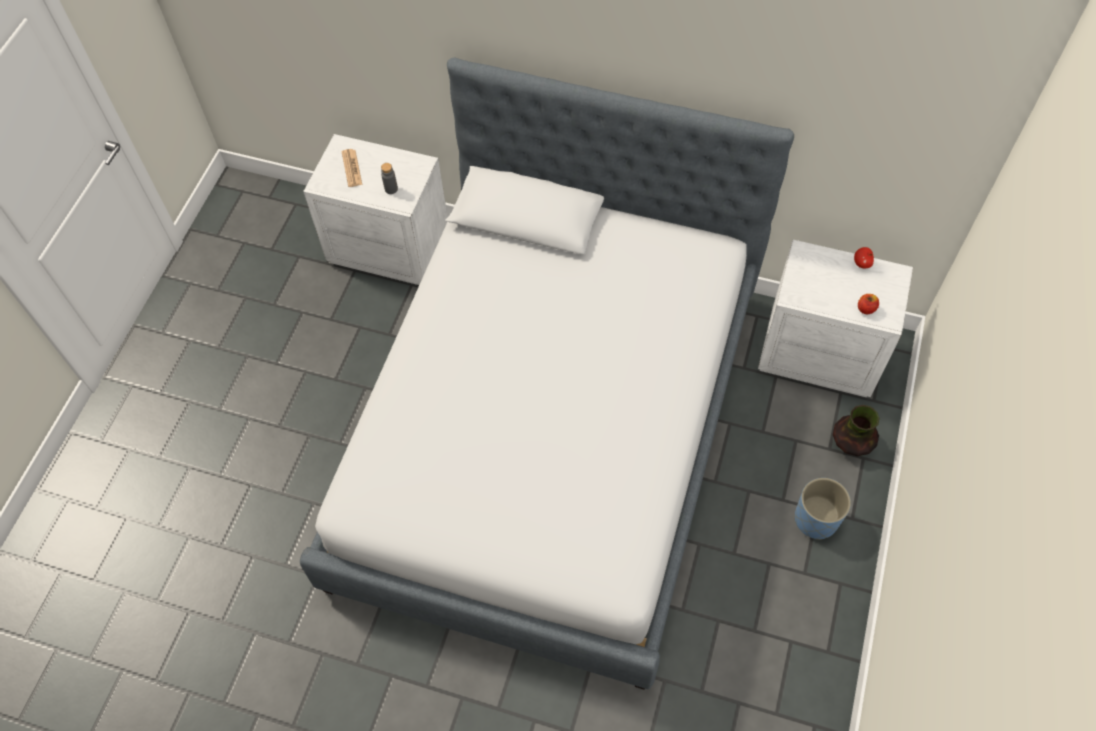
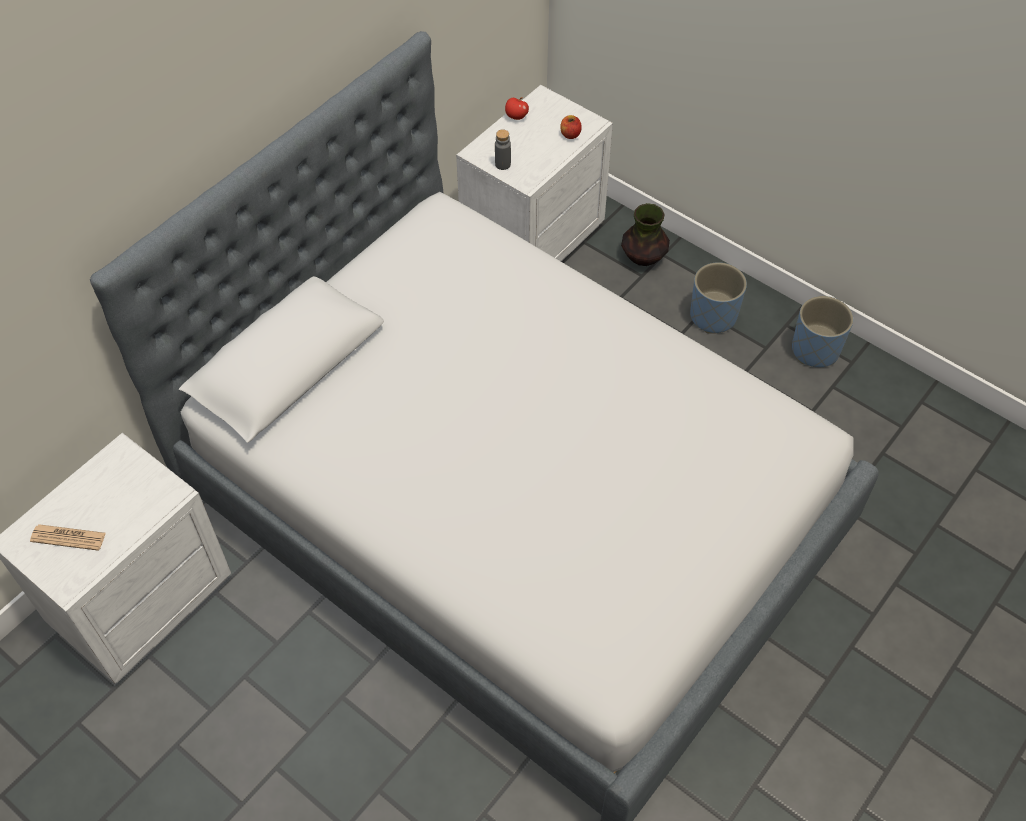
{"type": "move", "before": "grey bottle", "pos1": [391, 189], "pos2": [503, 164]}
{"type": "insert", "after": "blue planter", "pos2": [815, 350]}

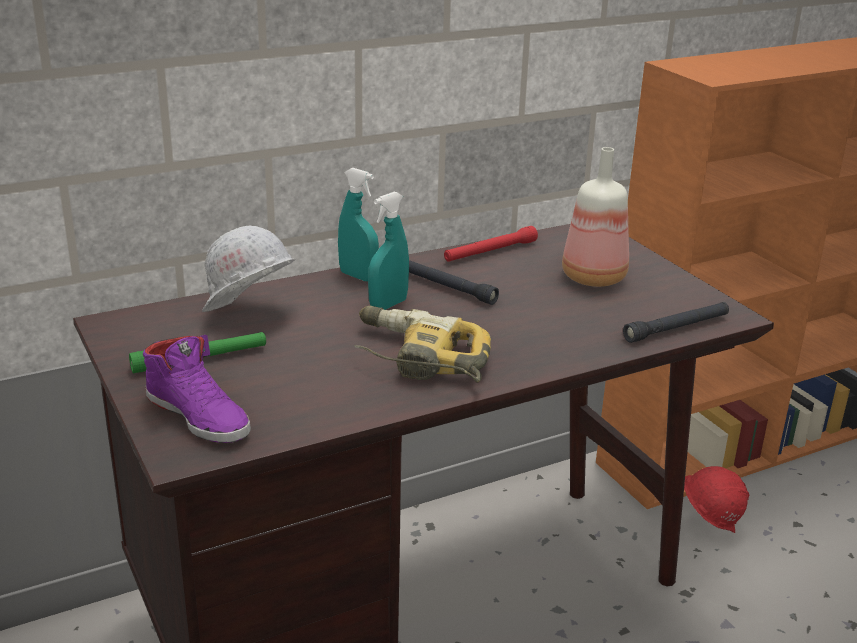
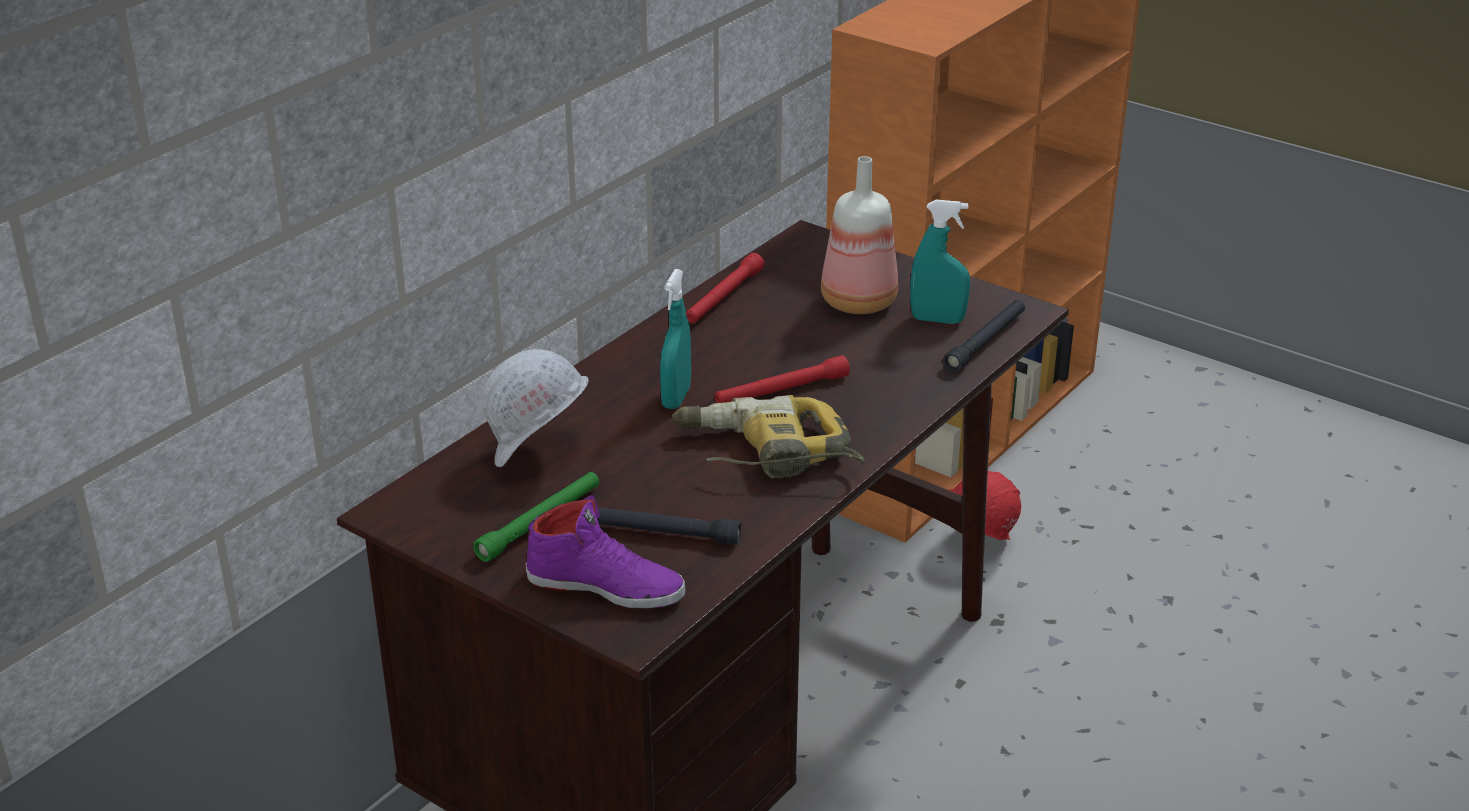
{"type": "move", "before": "black flashlight", "pos1": [445, 287], "pos2": [660, 533]}
{"type": "insert", "after": "red flashlight", "pos2": [781, 391]}
{"type": "move", "before": "turquoise spray bottle", "pos1": [358, 276], "pos2": [937, 320]}

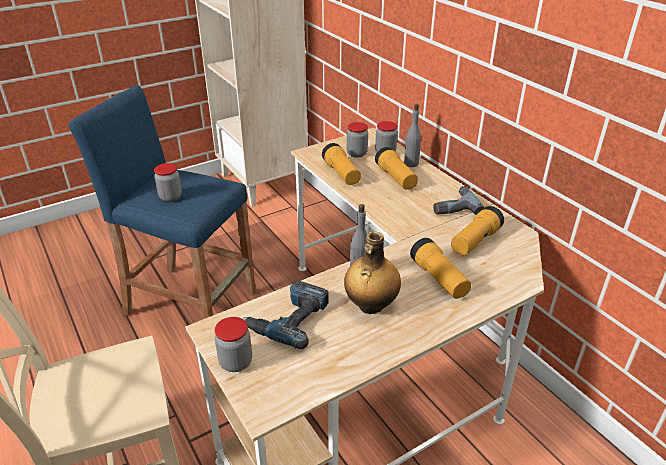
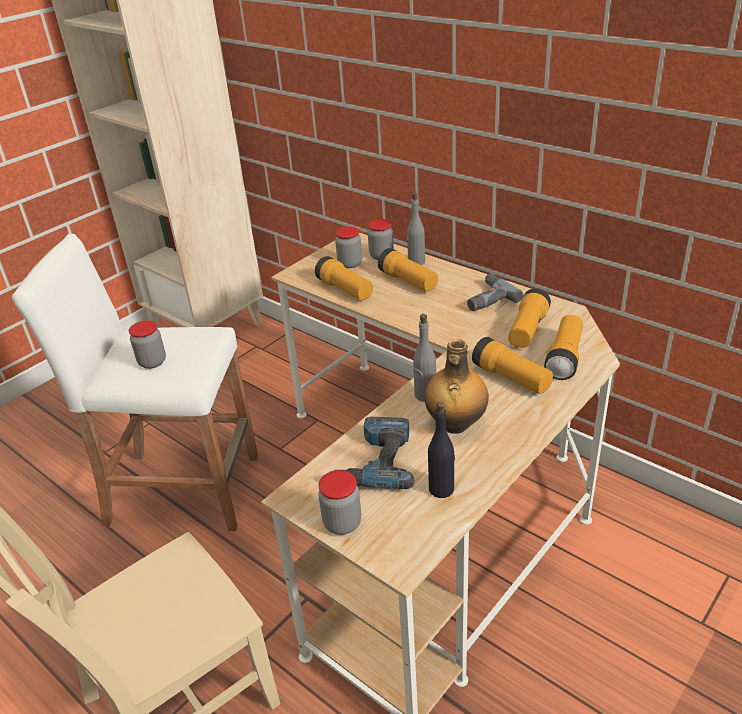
{"type": "recolor", "before": "blue stool", "after": "white stool", "pos1": [191, 303], "pos2": [184, 489]}
{"type": "insert", "after": "black bottle", "pos2": [441, 489]}
{"type": "insert", "after": "flashlight", "pos2": [564, 357]}

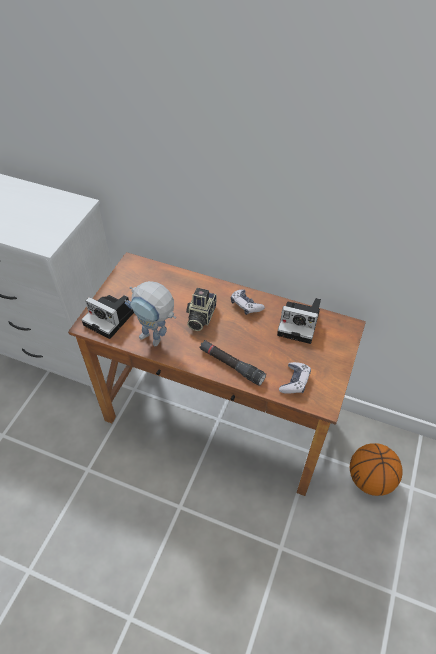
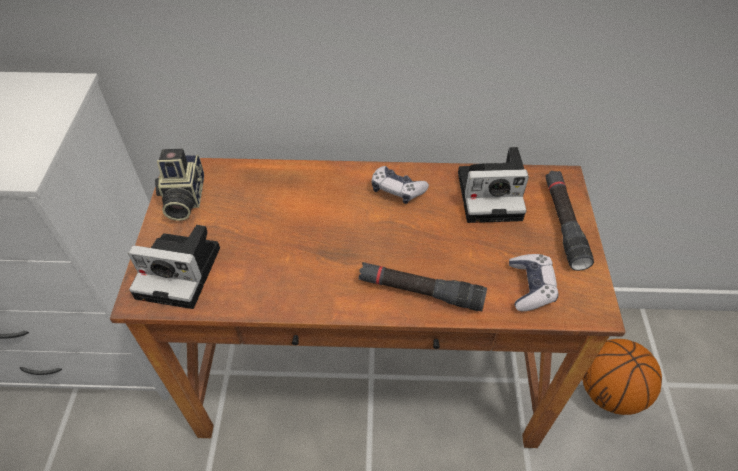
{"type": "move", "before": "photo camera", "pos1": [200, 317], "pos2": [183, 198]}
{"type": "insert", "after": "black flashlight", "pos2": [563, 224]}
{"type": "delete", "before": "toy robot", "pos1": [157, 340]}

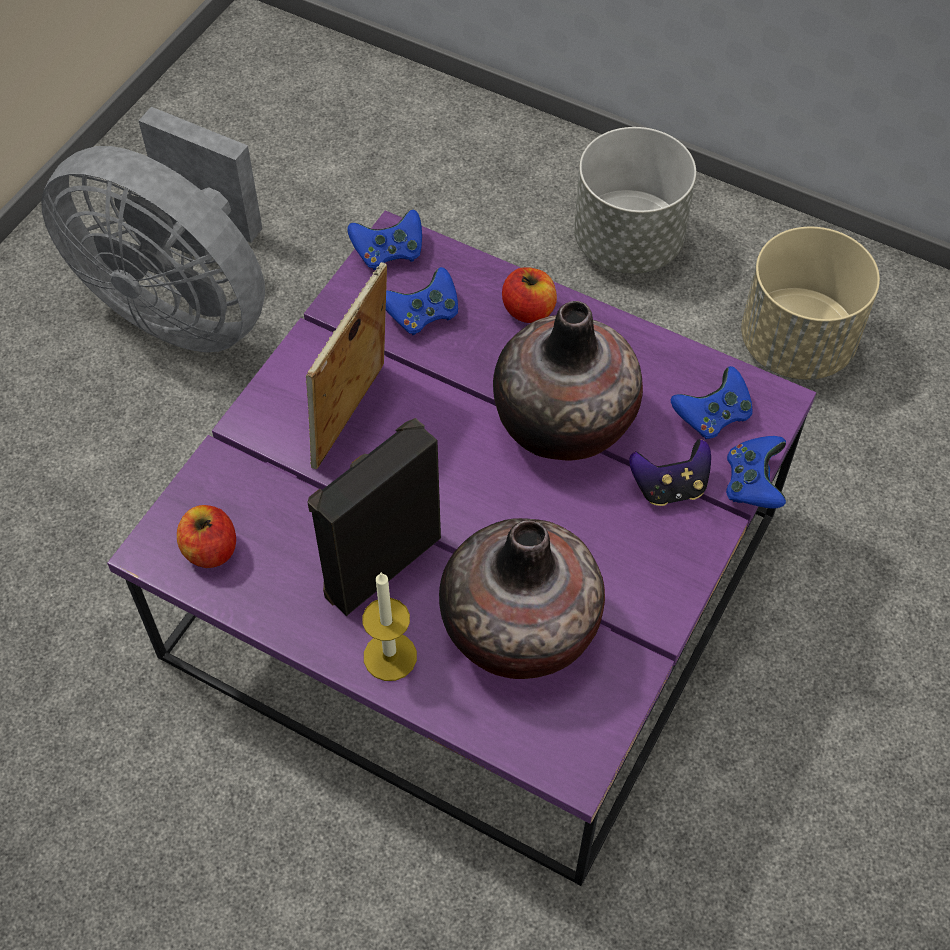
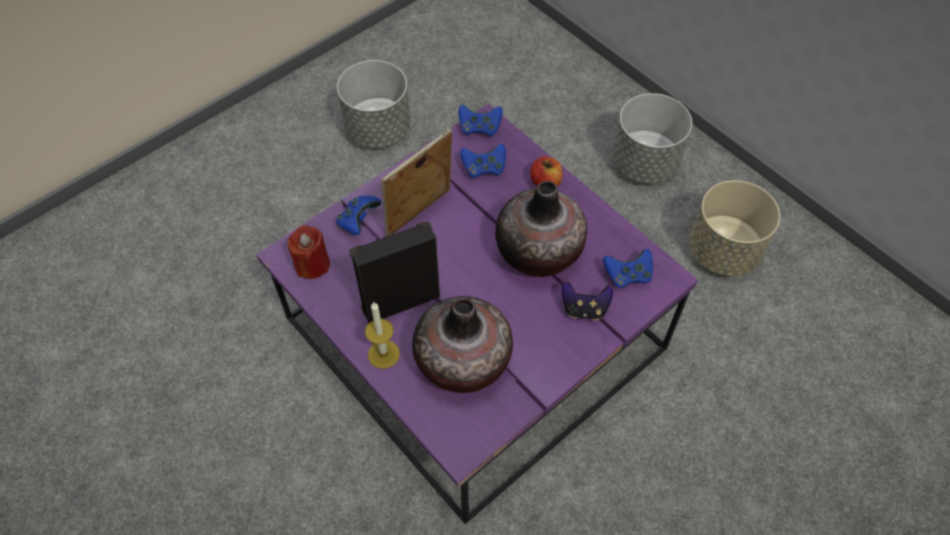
{"type": "replace", "before": "apple", "after": "red candle", "pos1": [210, 550], "pos2": [312, 264]}
{"type": "move", "before": "blue game controller", "pos1": [752, 484], "pos2": [358, 221]}
{"type": "replace", "before": "grey fan", "after": "grey planter", "pos1": [184, 305], "pos2": [378, 129]}

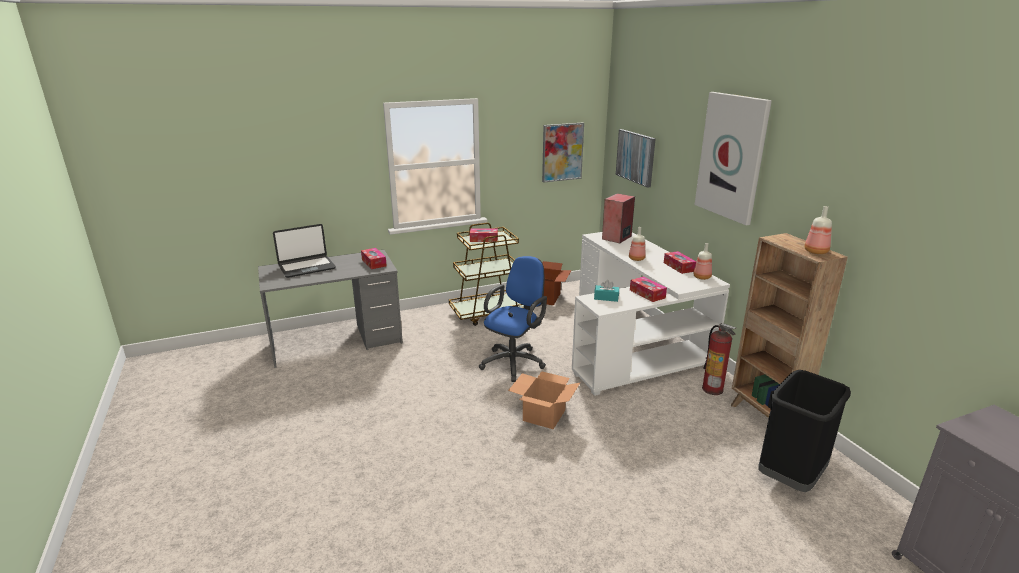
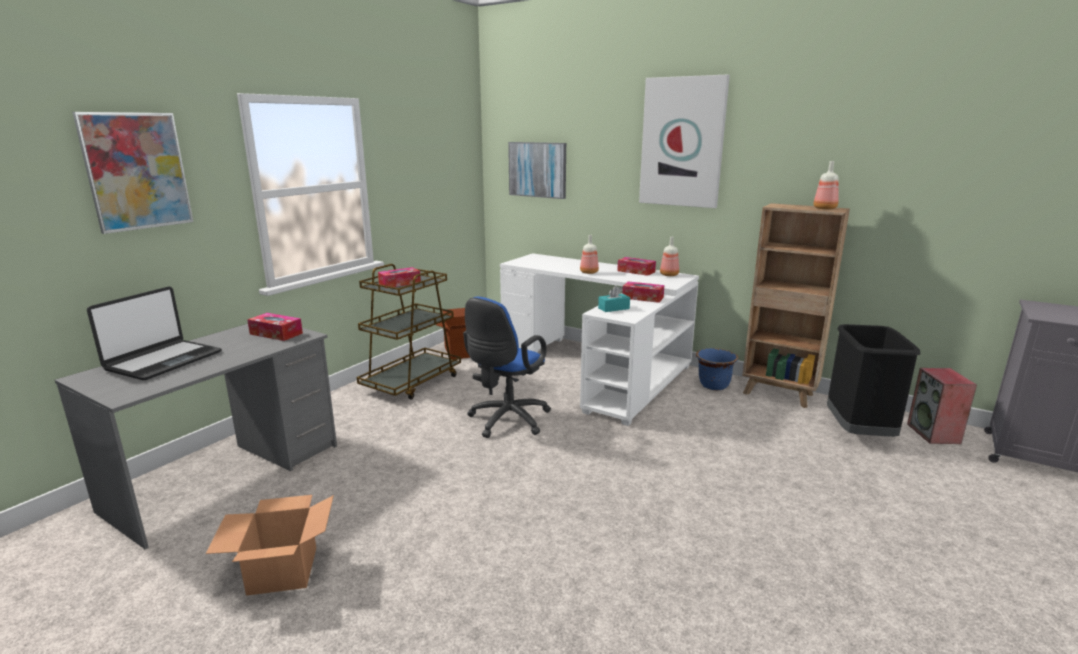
{"type": "move", "before": "picture", "pos1": [562, 152], "pos2": [136, 171]}
{"type": "move", "before": "cardboard box", "pos1": [544, 416], "pos2": [283, 571]}
{"type": "rotate", "before": "blue office chair", "pos1": [514, 362], "pos2": [506, 421], "turn": -150}
{"type": "replace", "before": "fire extinguisher", "after": "blue planter", "pos1": [713, 389], "pos2": [714, 386]}
{"type": "move", "before": "speaker", "pos1": [617, 238], "pos2": [934, 434]}

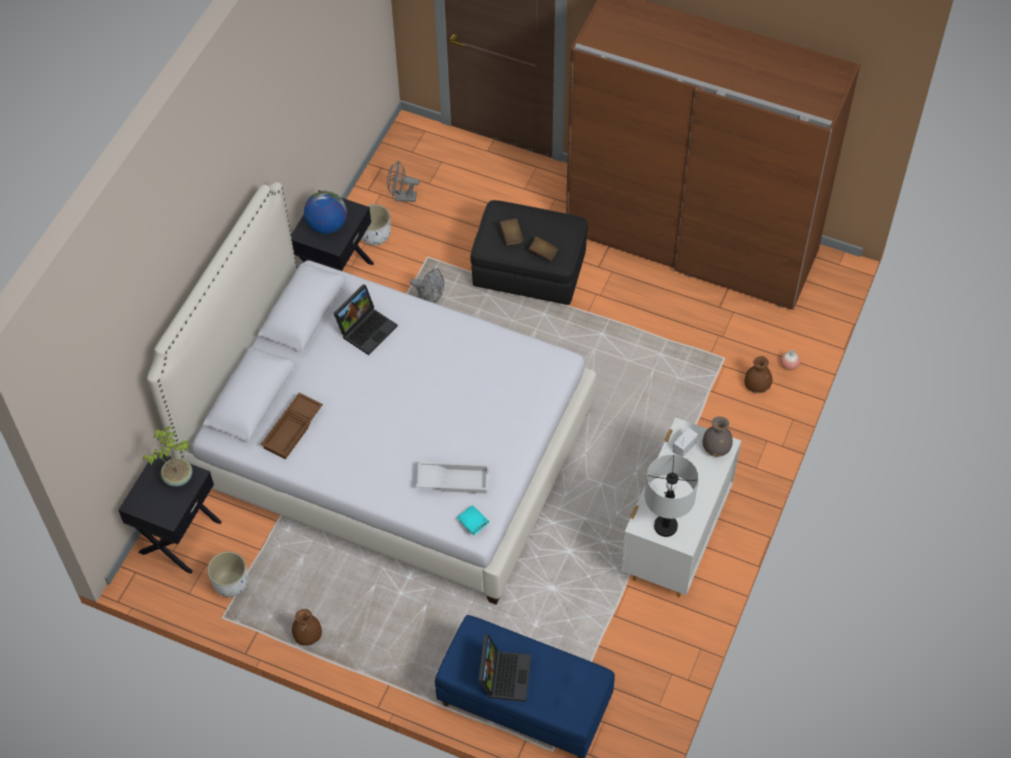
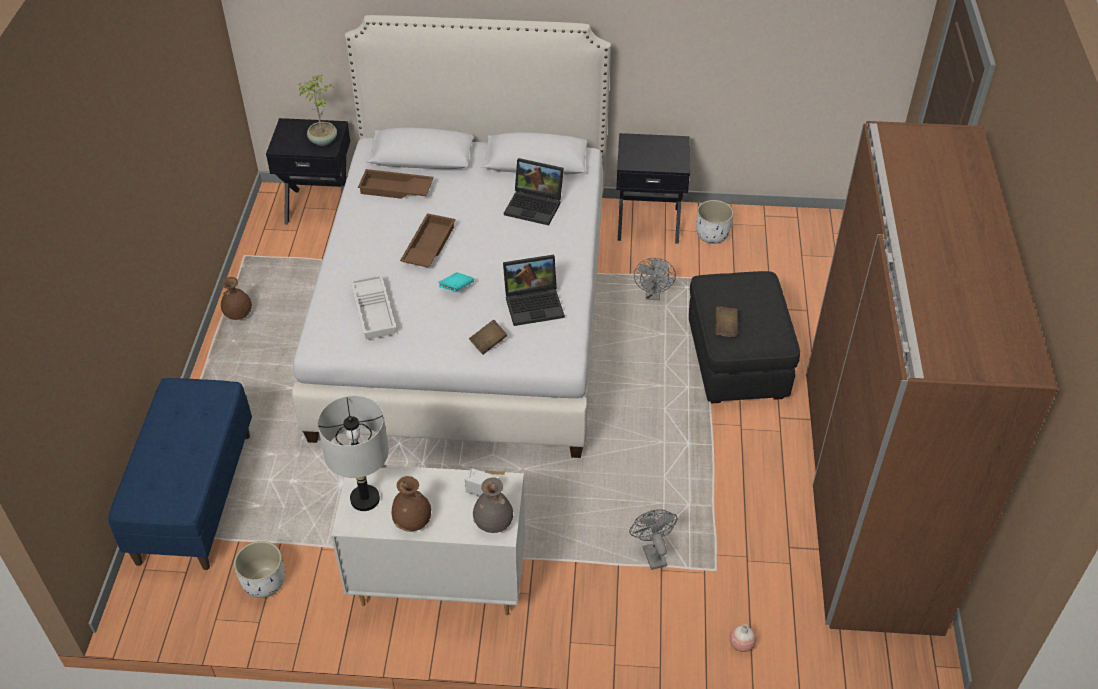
{"type": "move", "before": "white planter", "pos1": [231, 583], "pos2": [265, 582]}
{"type": "move", "before": "brown vase", "pos1": [757, 386], "pos2": [413, 522]}
{"type": "insert", "after": "brown tray", "pos2": [428, 246]}
{"type": "move", "before": "turquoise book", "pos1": [473, 524], "pos2": [456, 288]}
{"type": "move", "before": "brown book", "pos1": [511, 236], "pos2": [488, 343]}
{"type": "move", "before": "laptop", "pos1": [504, 674], "pos2": [535, 303]}
{"type": "move", "before": "grey fan", "pos1": [402, 197], "pos2": [652, 552]}
{"type": "delete", "before": "globe", "pos1": [327, 225]}

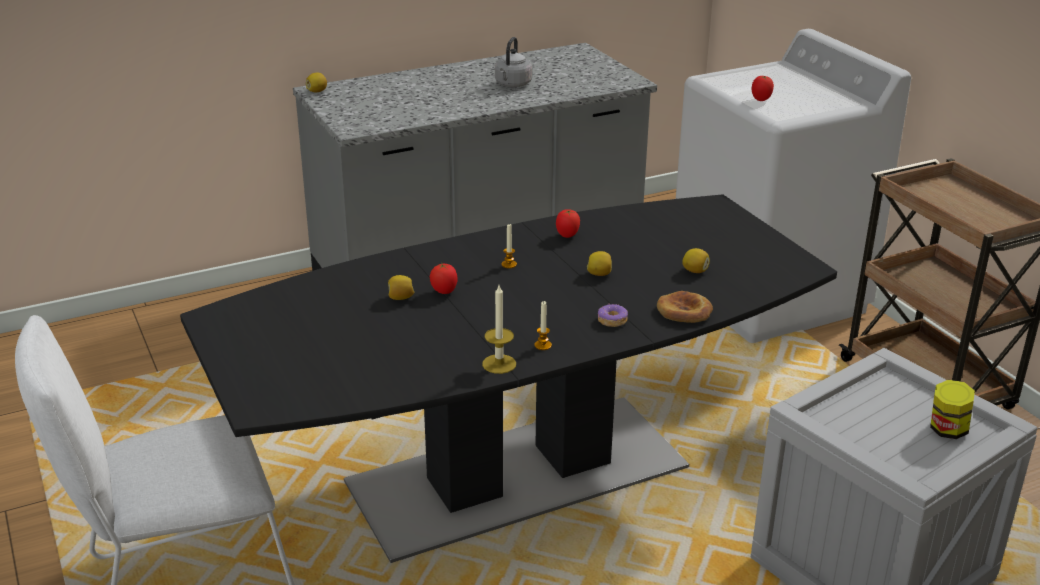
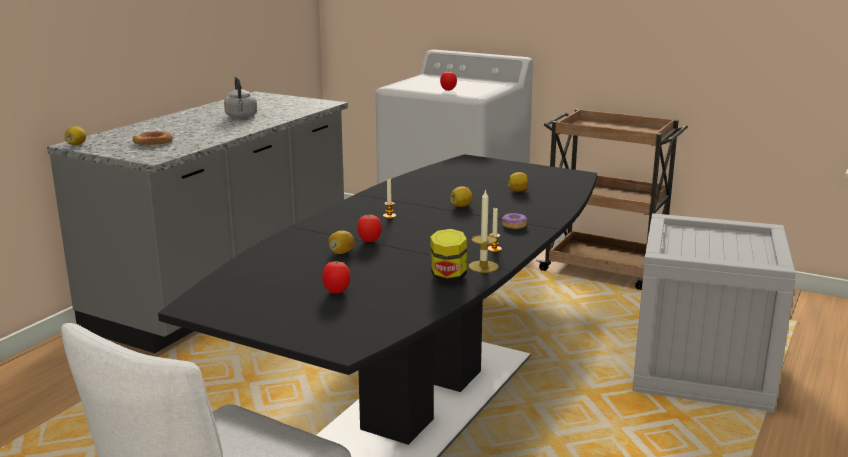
{"type": "move", "before": "bread", "pos1": [684, 311], "pos2": [153, 142]}
{"type": "move", "before": "tomato", "pos1": [567, 236], "pos2": [336, 291]}
{"type": "move", "before": "jar", "pos1": [947, 430], "pos2": [448, 277]}

